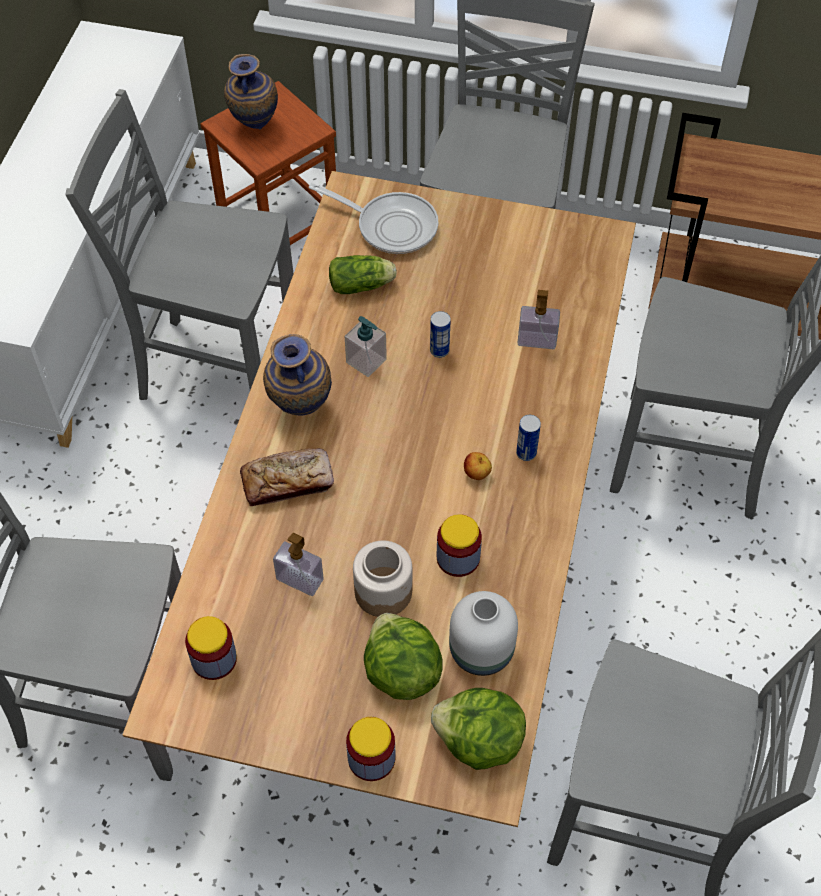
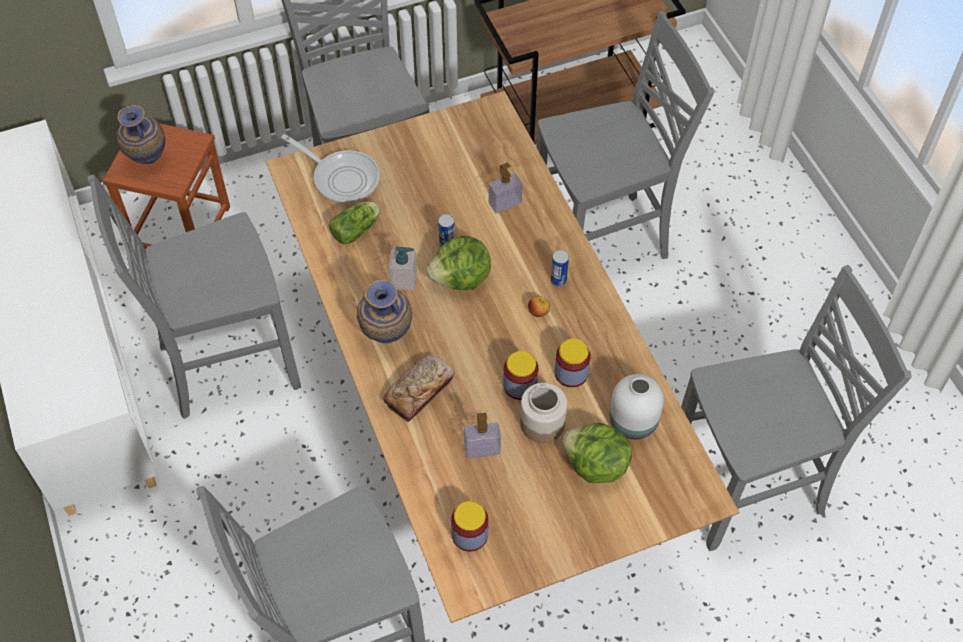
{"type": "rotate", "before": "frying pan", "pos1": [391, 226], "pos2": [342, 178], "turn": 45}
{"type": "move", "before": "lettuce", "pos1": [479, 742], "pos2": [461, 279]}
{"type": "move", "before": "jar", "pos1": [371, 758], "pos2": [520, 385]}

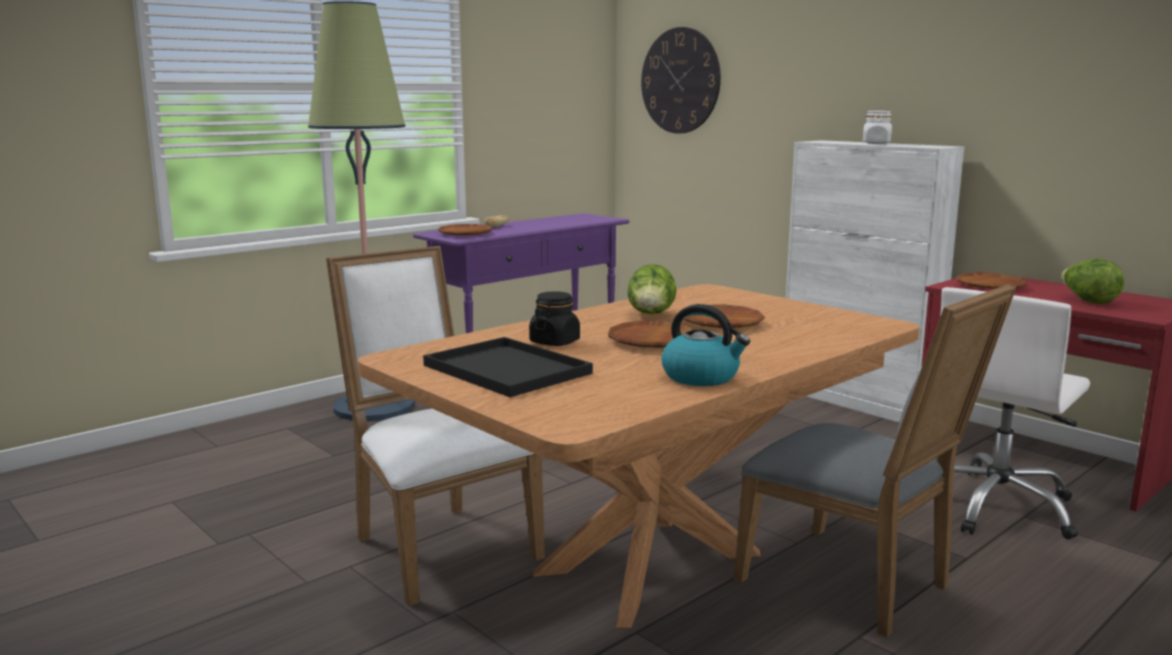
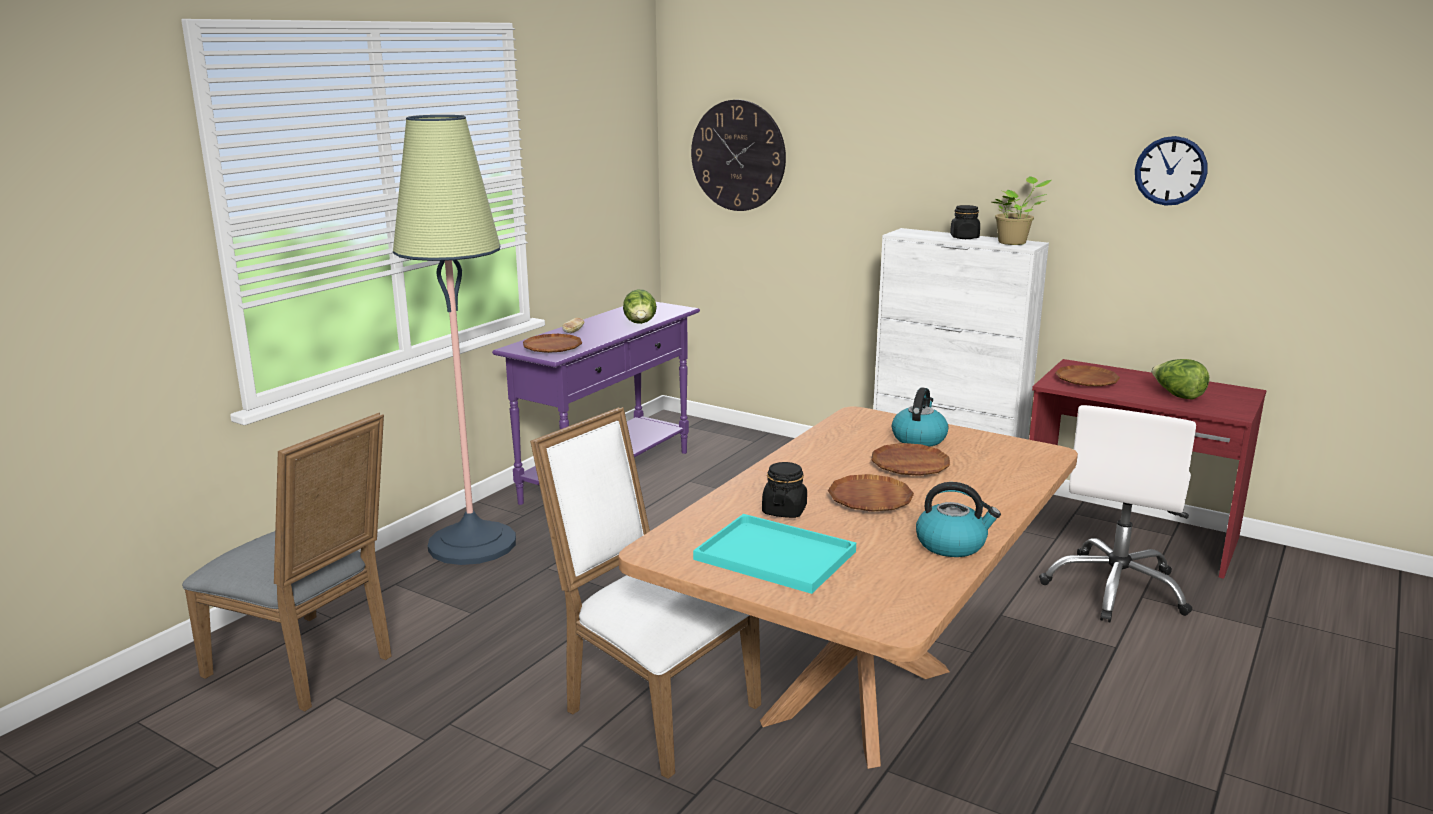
{"type": "move", "before": "grey chair", "pos1": [854, 584], "pos2": [309, 666]}
{"type": "move", "before": "lettuce", "pos1": [651, 315], "pos2": [640, 324]}
{"type": "recolor", "before": "black tray", "after": "turquoise tray", "pos1": [510, 369], "pos2": [778, 555]}
{"type": "insert", "after": "kettle", "pos2": [919, 438]}
{"type": "recolor", "before": "white jar", "after": "black jar", "pos1": [876, 143], "pos2": [964, 237]}
{"type": "insert", "after": "potted plant", "pos2": [1014, 242]}
{"type": "insert", "after": "wall clock", "pos2": [1170, 171]}

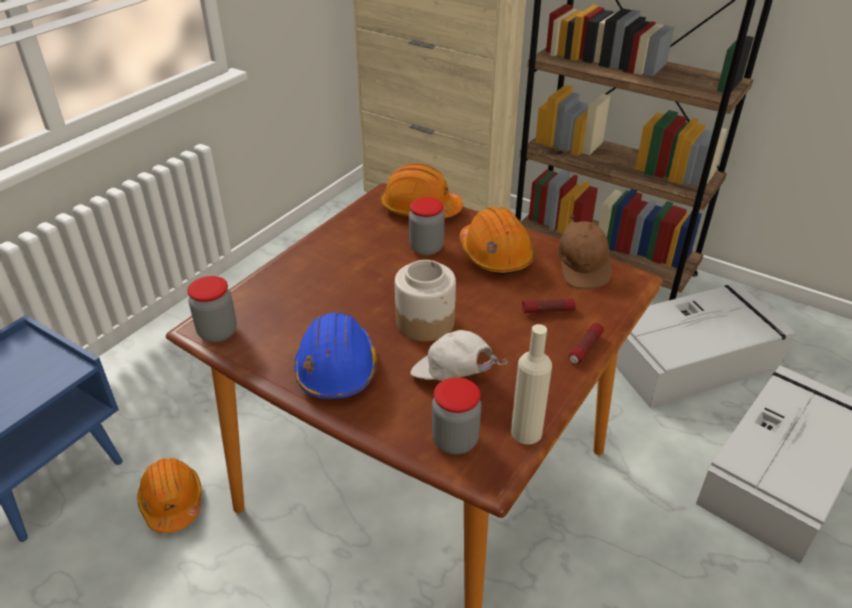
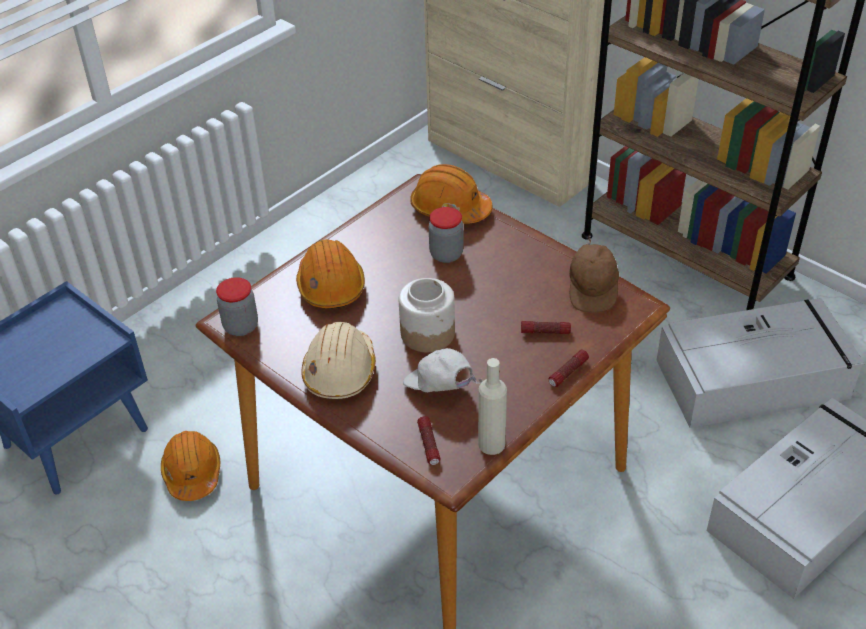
{"type": "move", "before": "orange hard hat", "pos1": [495, 255], "pos2": [331, 285]}
{"type": "recolor", "before": "blue hard hat", "after": "beige hard hat", "pos1": [336, 369], "pos2": [340, 371]}
{"type": "replace", "before": "jar", "after": "flashlight", "pos1": [455, 440], "pos2": [429, 445]}

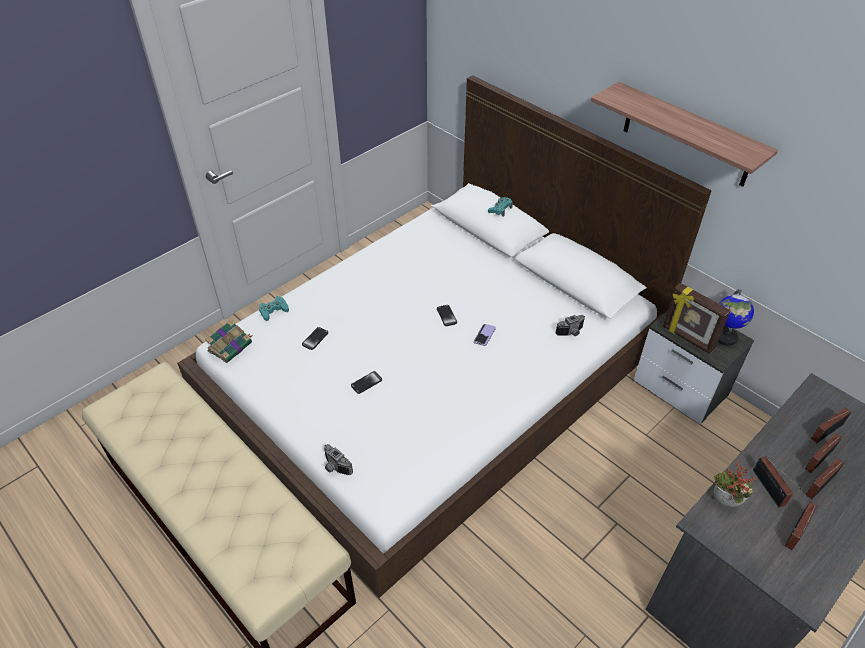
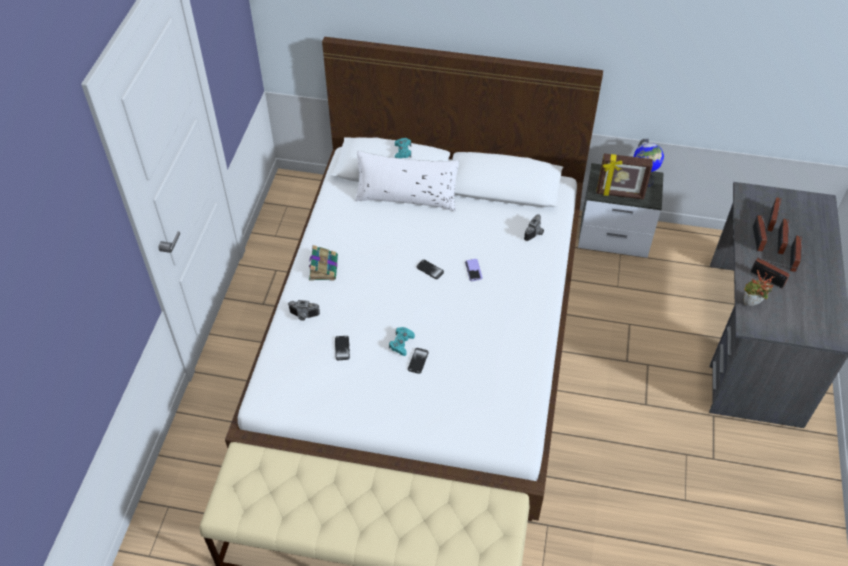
{"type": "move", "before": "photo camera", "pos1": [335, 467], "pos2": [303, 316]}
{"type": "move", "before": "book", "pos1": [231, 346], "pos2": [323, 267]}
{"type": "insert", "after": "white pillow", "pos2": [406, 197]}
{"type": "move", "before": "turquoise game controller", "pos1": [273, 311], "pos2": [401, 343]}
{"type": "move", "before": "radio", "pos1": [795, 533], "pos2": [757, 240]}
{"type": "delete", "before": "shelf", "pos1": [687, 135]}

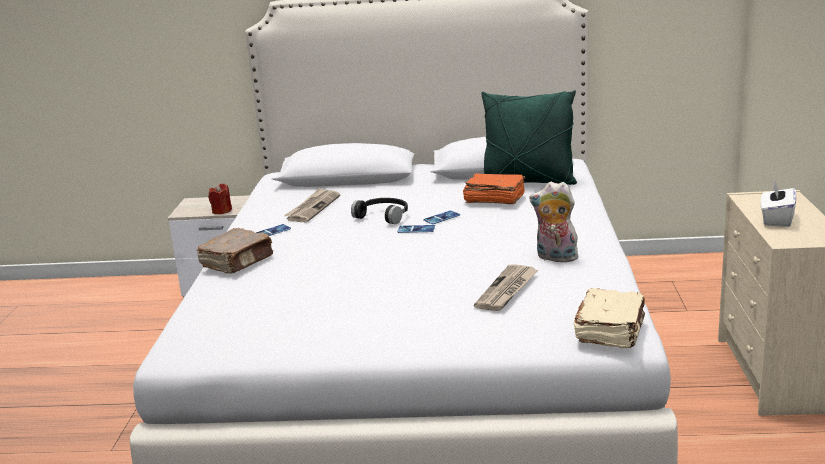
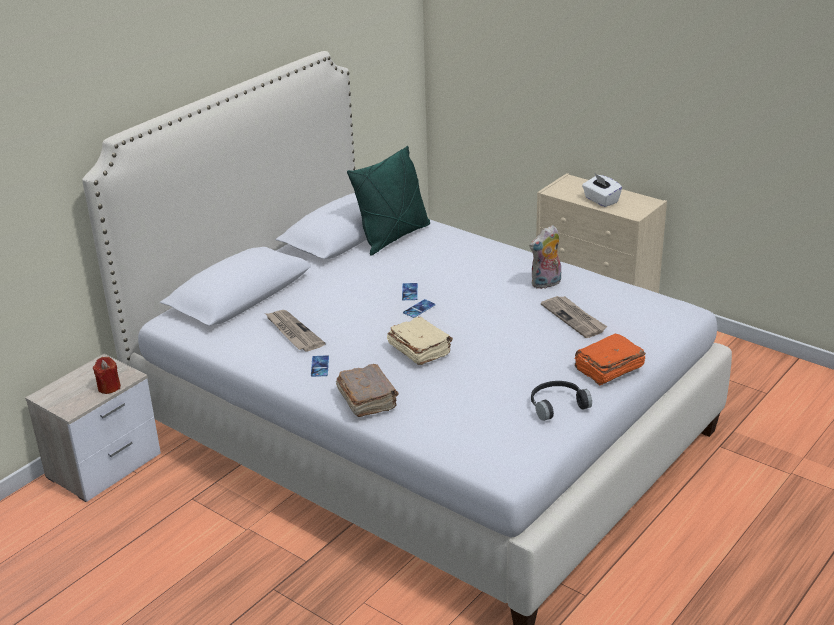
{"type": "move", "before": "beige book", "pos1": [611, 332], "pos2": [419, 350]}
{"type": "move", "before": "black headphones", "pos1": [384, 216], "pos2": [557, 405]}
{"type": "move", "before": "orange book", "pos1": [494, 199], "pos2": [608, 369]}

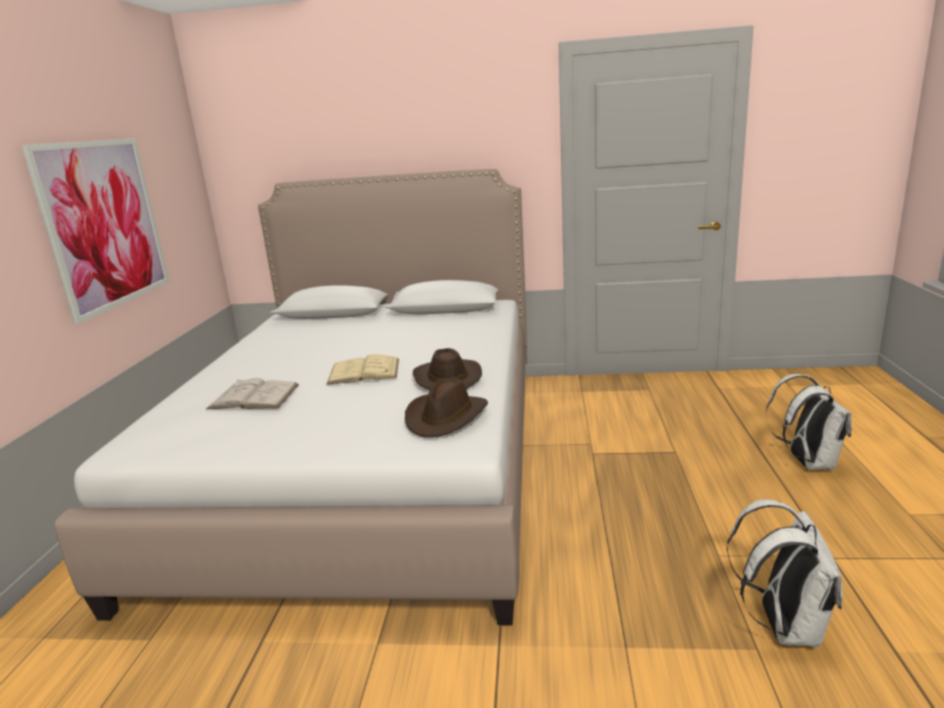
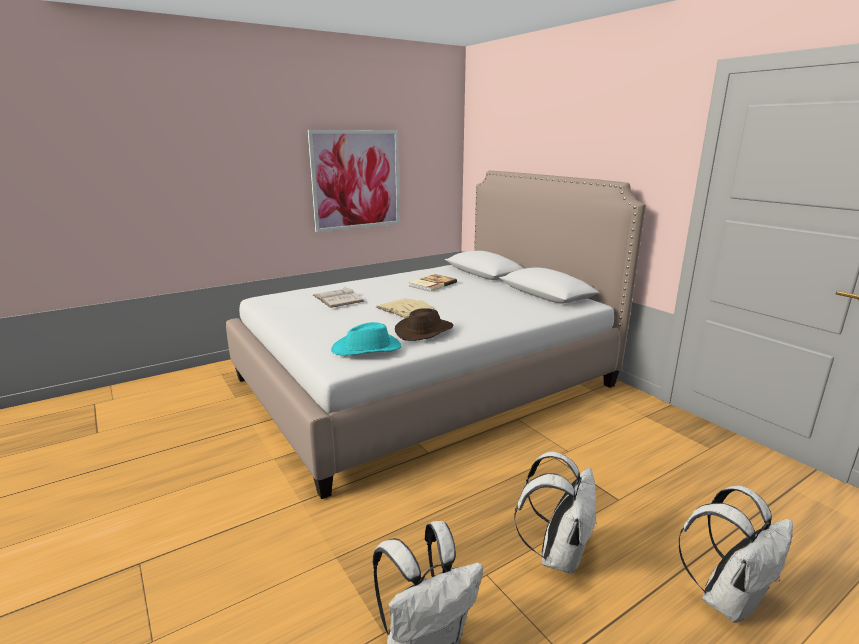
{"type": "recolor", "before": "brown hat", "after": "turquoise hat", "pos1": [446, 417], "pos2": [367, 349]}
{"type": "insert", "after": "book", "pos2": [431, 284]}
{"type": "insert", "after": "white backpack", "pos2": [557, 554]}

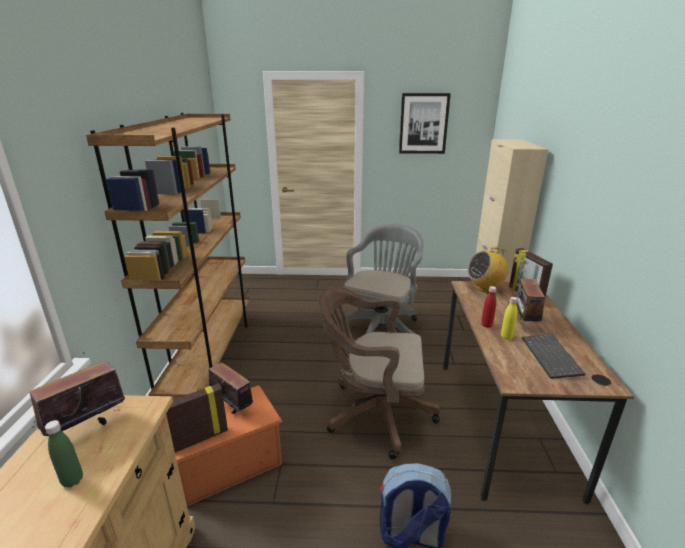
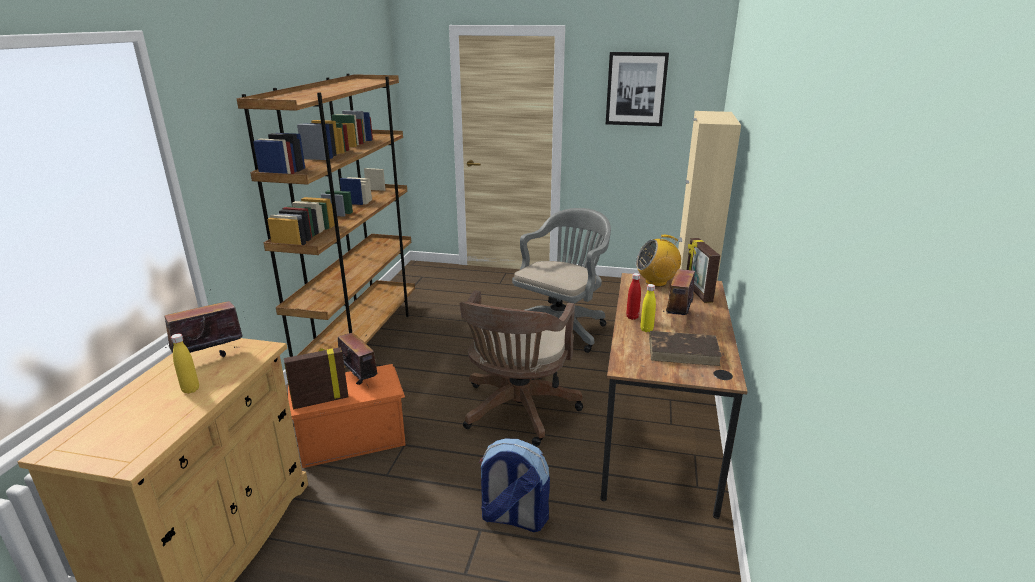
{"type": "recolor", "before": "green bottle", "after": "yellow bottle", "pos1": [72, 480], "pos2": [190, 390]}
{"type": "rotate", "before": "brown office chair", "pos1": [374, 414], "pos2": [517, 412], "turn": -90}
{"type": "replace", "before": "keyboard", "after": "brown book", "pos1": [552, 357], "pos2": [684, 351]}

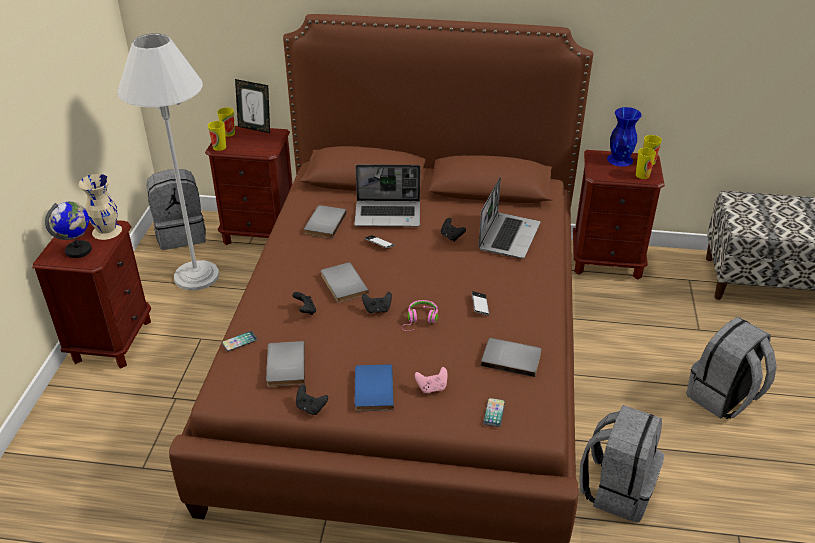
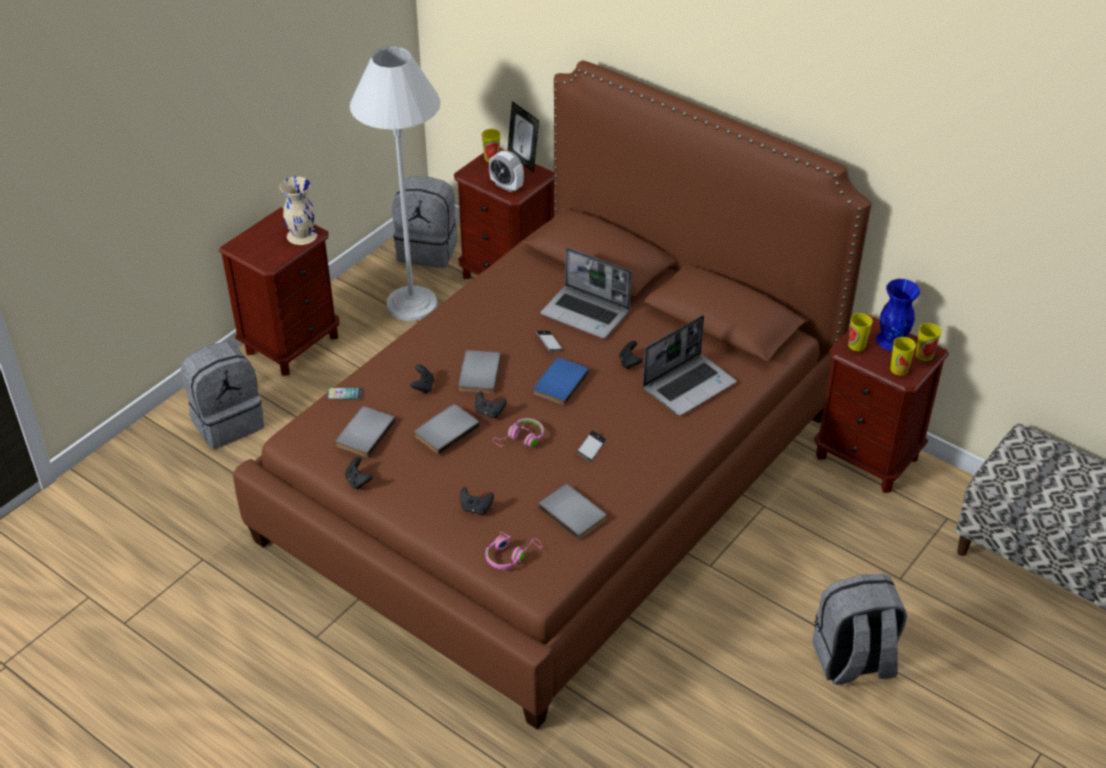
{"type": "move", "before": "grey backpack", "pos1": [617, 489], "pos2": [227, 421]}
{"type": "move", "before": "grey book", "pos1": [323, 223], "pos2": [445, 430]}
{"type": "recolor", "before": "pink game controller", "after": "black game controller", "pos1": [432, 387], "pos2": [476, 508]}
{"type": "replace", "before": "phone", "after": "pink headphones", "pos1": [494, 413], "pos2": [510, 555]}
{"type": "insert", "after": "alarm clock", "pos2": [506, 186]}
{"type": "move", "before": "blue book", "pos1": [371, 389], "pos2": [559, 382]}
{"type": "move", "before": "cup", "pos1": [219, 147], "pos2": [856, 345]}
{"type": "delete", "before": "globe", "pos1": [79, 250]}

